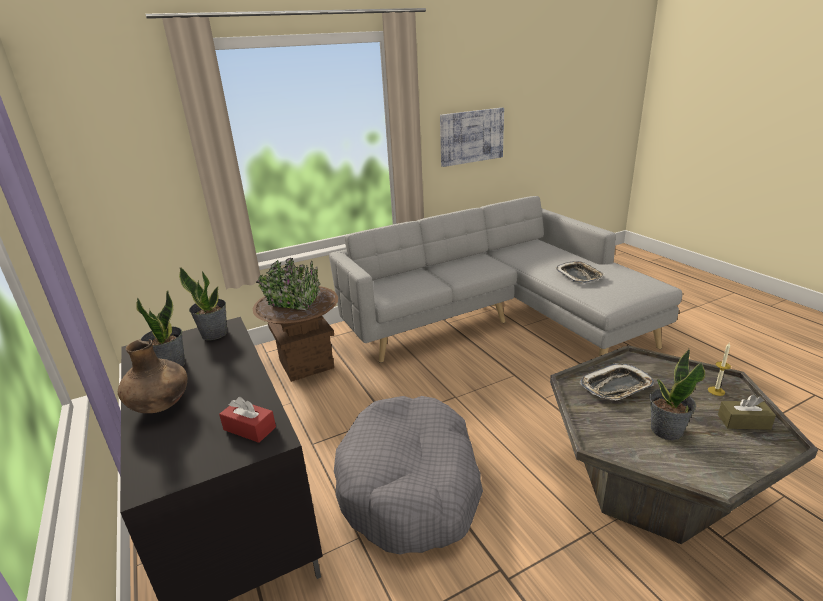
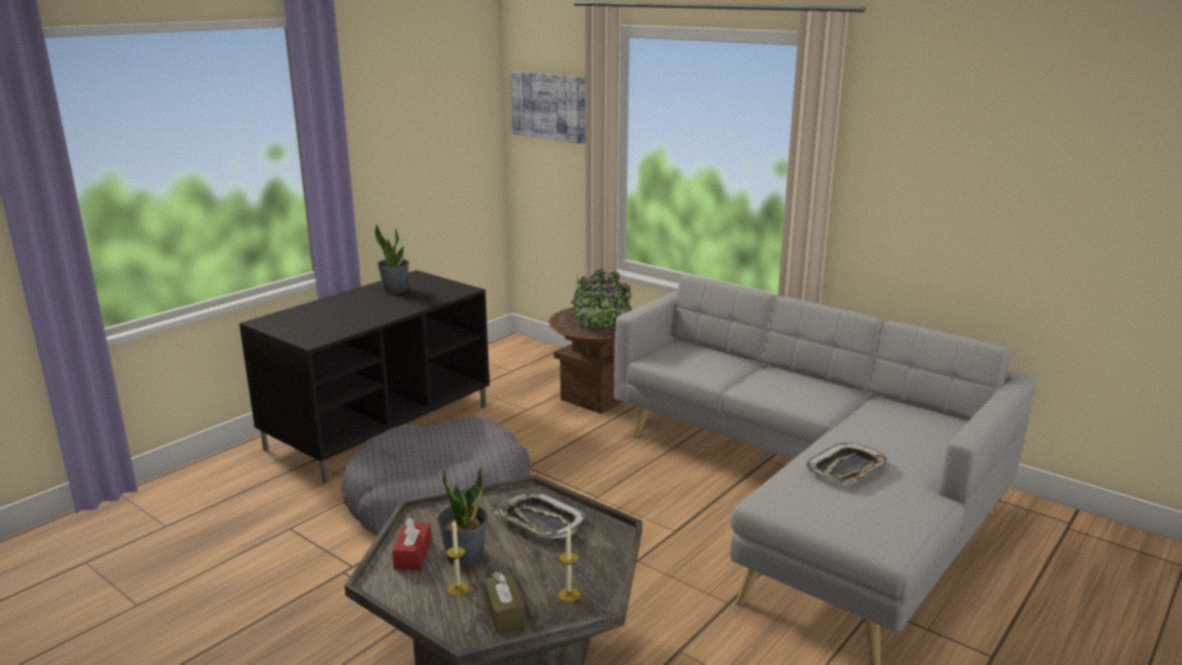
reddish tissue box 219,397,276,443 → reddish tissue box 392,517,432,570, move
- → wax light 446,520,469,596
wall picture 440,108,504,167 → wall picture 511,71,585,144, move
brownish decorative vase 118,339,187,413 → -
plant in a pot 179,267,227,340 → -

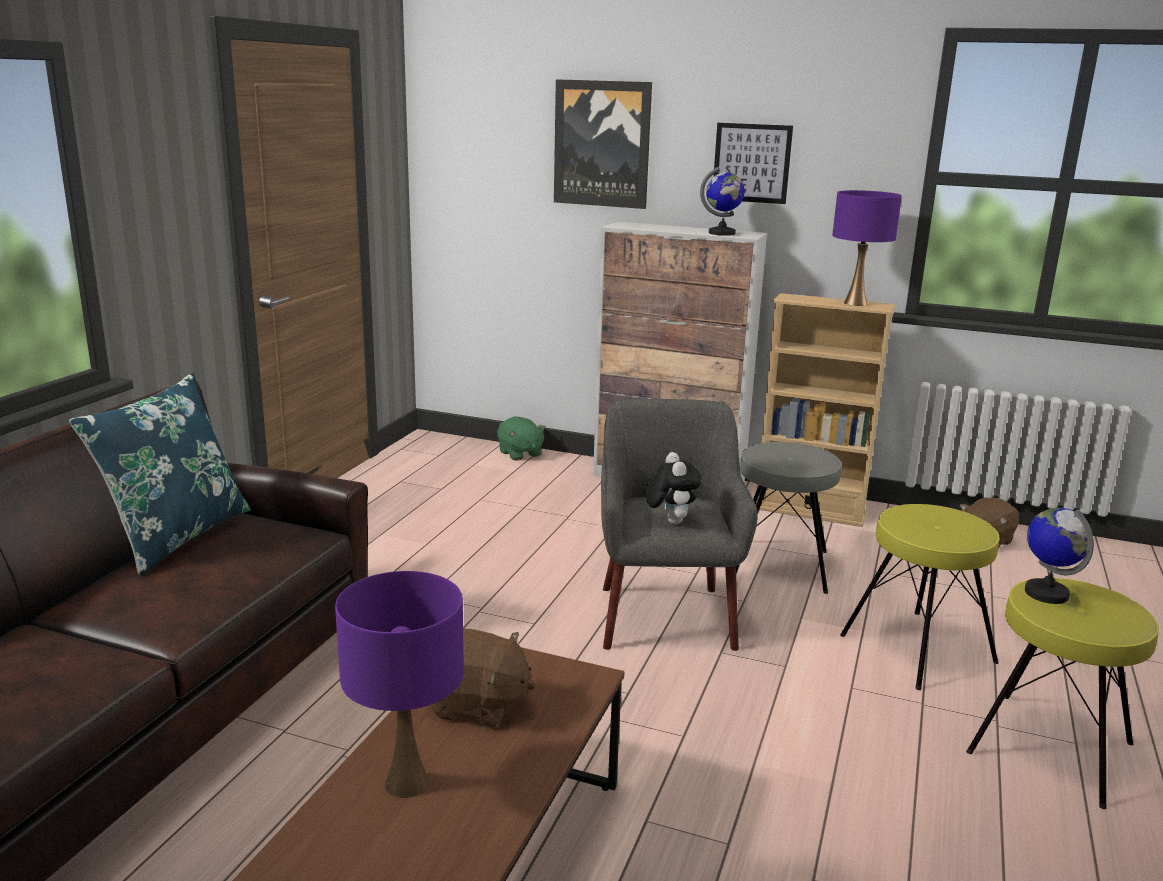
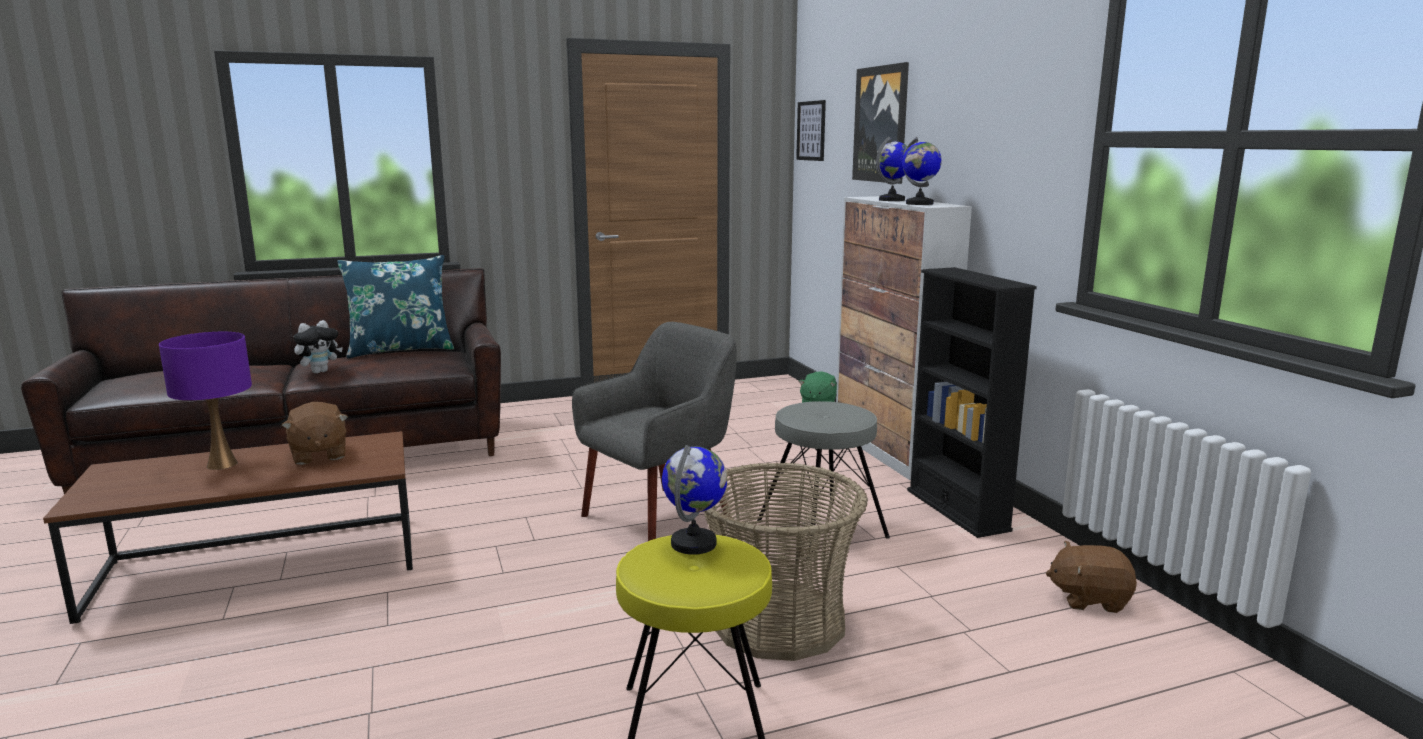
soft toy 646,452,702,524 → soft toy 293,320,343,374, move
yellowish sitting stool 840,504,999,690 → storage basket 703,462,868,661
wall picture 714,123,793,204 → wall picture 796,100,826,161, move
- → desk globe 876,137,907,201
beige bookcase 756,293,895,527 → black-coloured bookcase 907,267,1037,538
purple tabletop lamp 832,190,902,306 → -

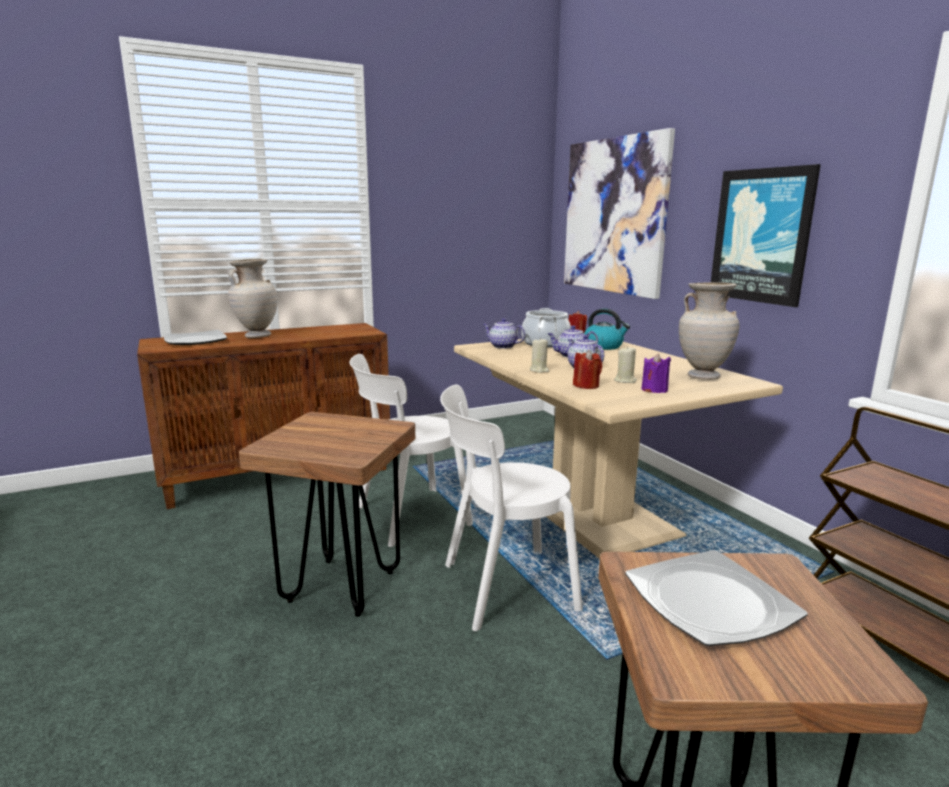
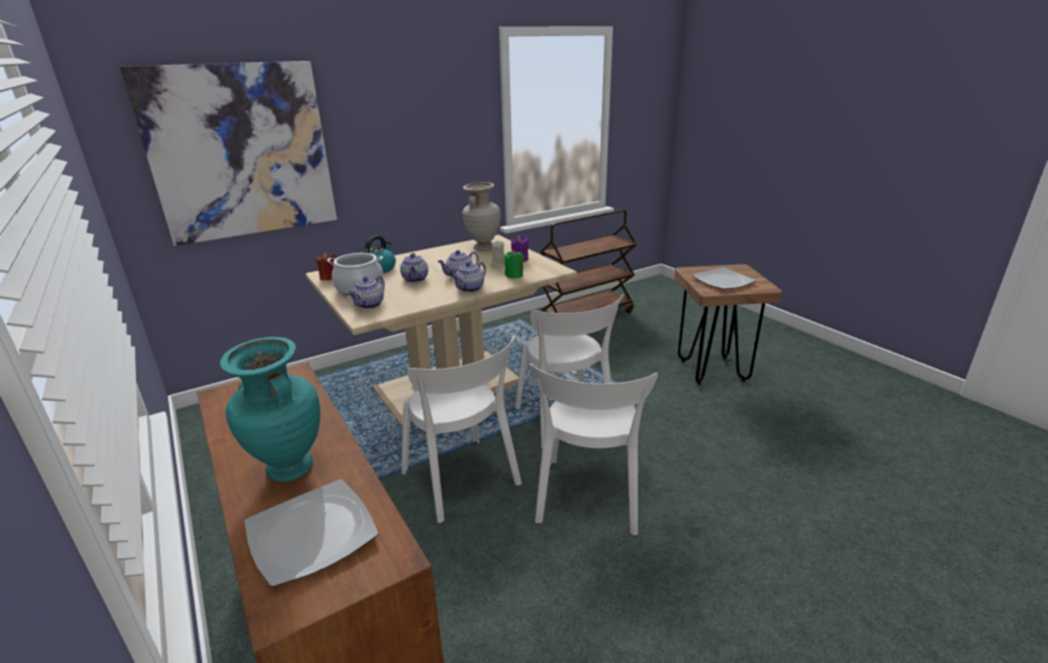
beige decorative vase 228,259,277,338 → turquoise-coloured decorative vase 220,337,320,482
beige wax light 530,337,549,373 → pot for tea 452,262,486,292
reddish wax light 573,350,602,389 → greenish wax light 504,250,524,279
brownish sitting stool 239,412,415,617 → whitish chair 529,363,658,535
wall picture 711,164,821,307 → -

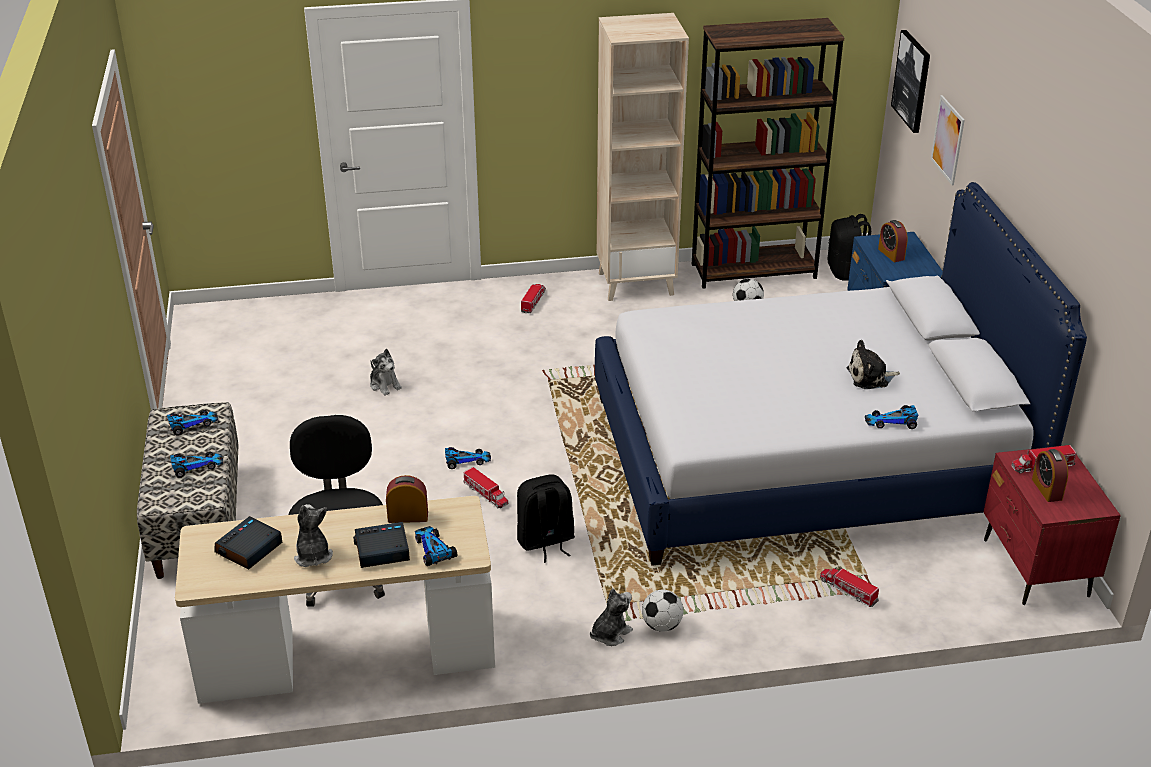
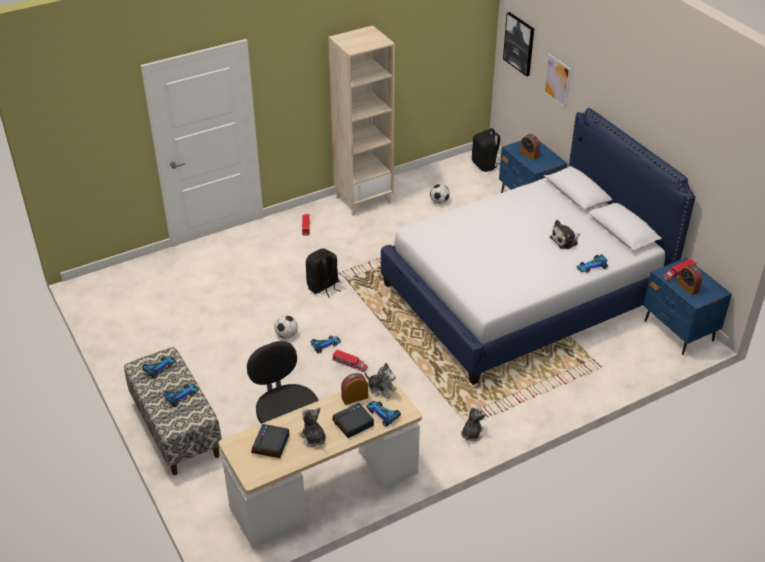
football ball 642,590,683,632 → football ball 274,315,298,338, move
black-coloured backpack 517,475,575,563 → black-coloured backpack 306,248,341,298, move
soft toy 370,349,402,396 → soft toy 365,363,397,399, move
reddish bedside table 983,445,1121,605 → blue bedside table 644,258,732,355
brownish bookcase 692,18,845,289 → -
toy lorry 820,567,879,607 → -

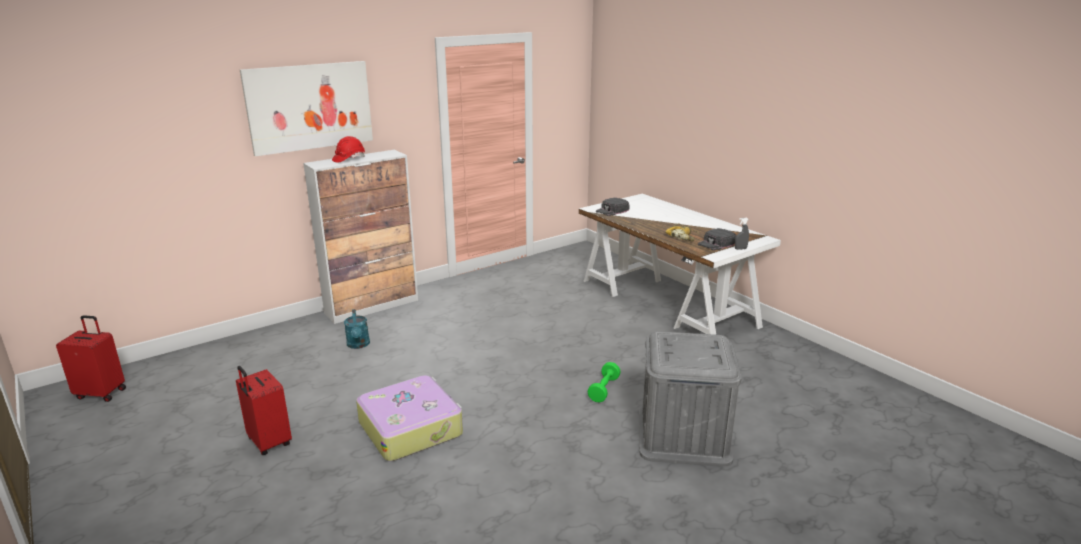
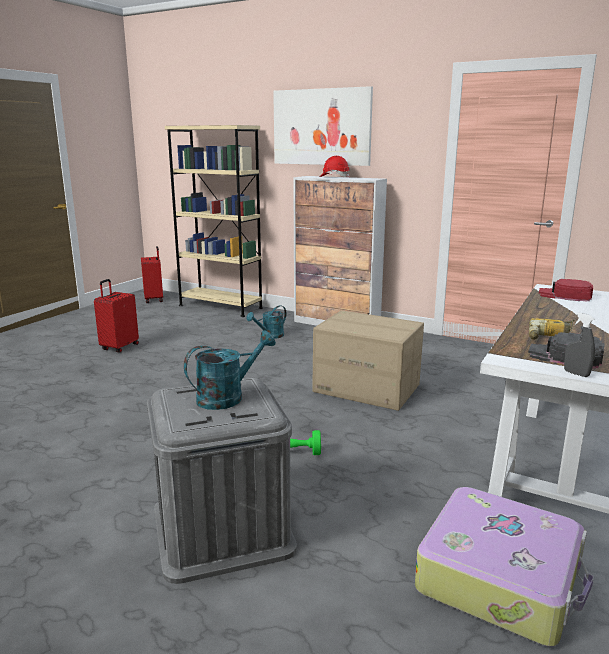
- → beige bookcase 165,125,263,317
- → turquoise-coloured watering pot 184,330,276,410
- → carton 312,310,424,411
travel case 356,375,463,461 → travel case 415,487,594,646, move
black-coloured peaked cap 596,197,630,216 → reddish peaked cap 539,279,593,302

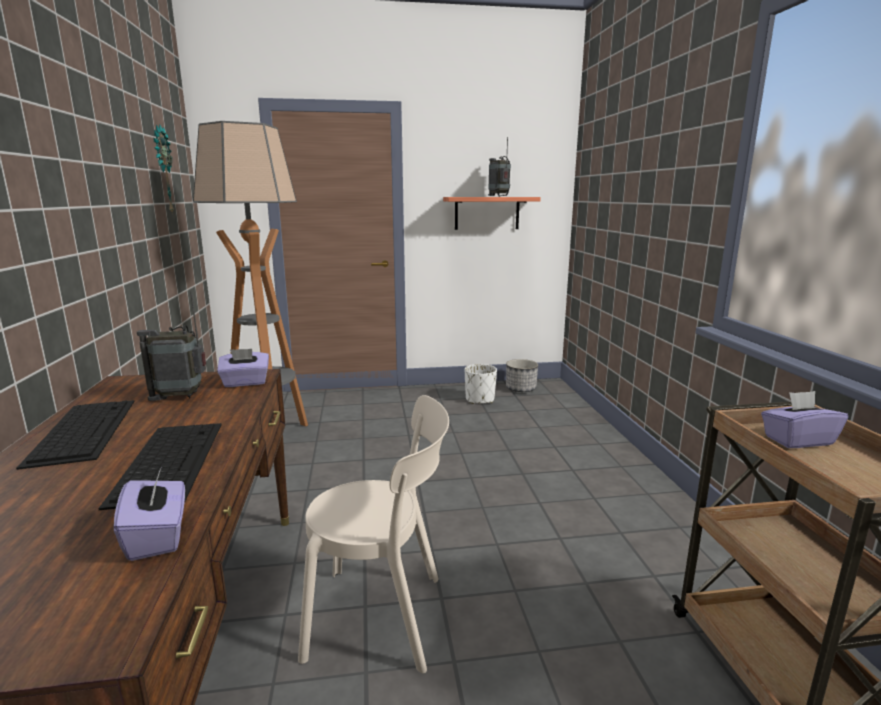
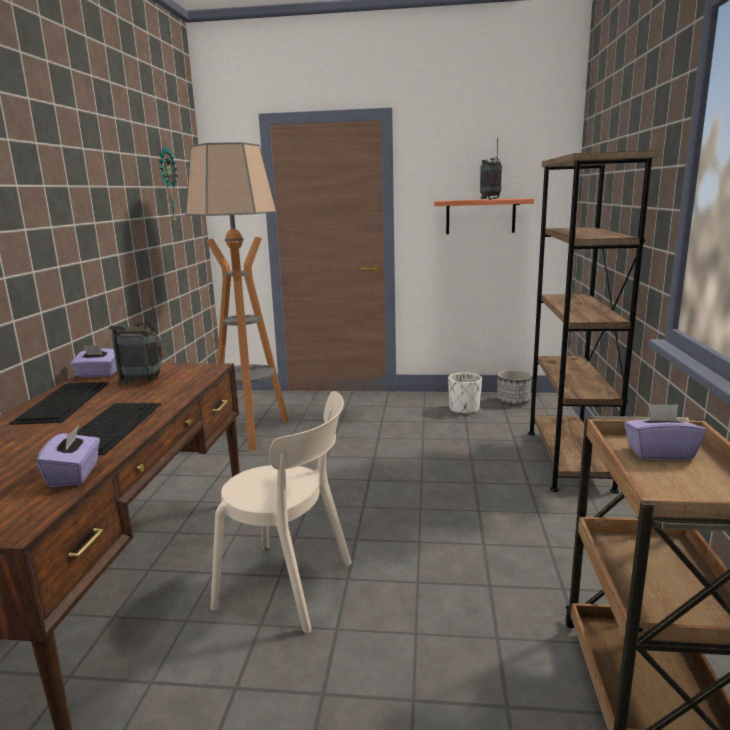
purple tissue box 217,349,269,387 → purple tissue box 71,345,117,377, move
- → brownish bookcase 528,150,658,494

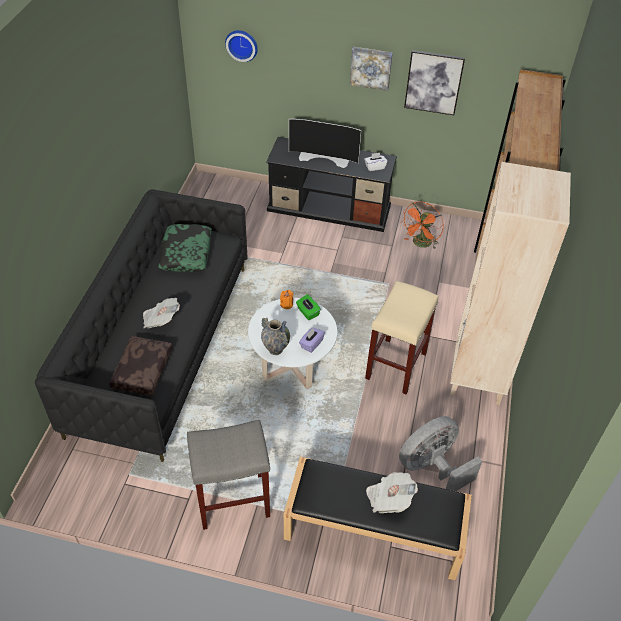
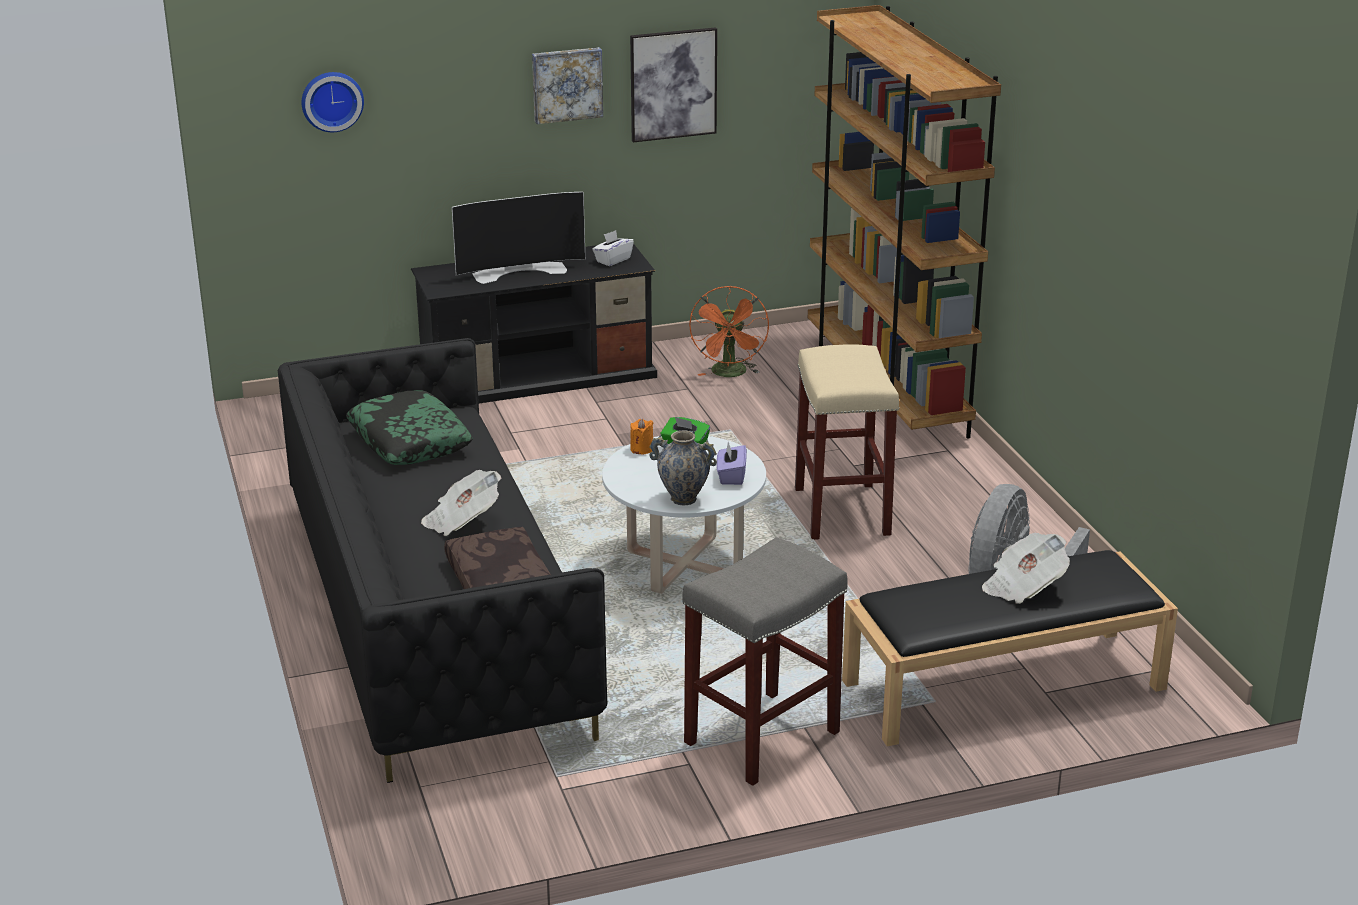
beige bookcase 450,162,571,405 → -

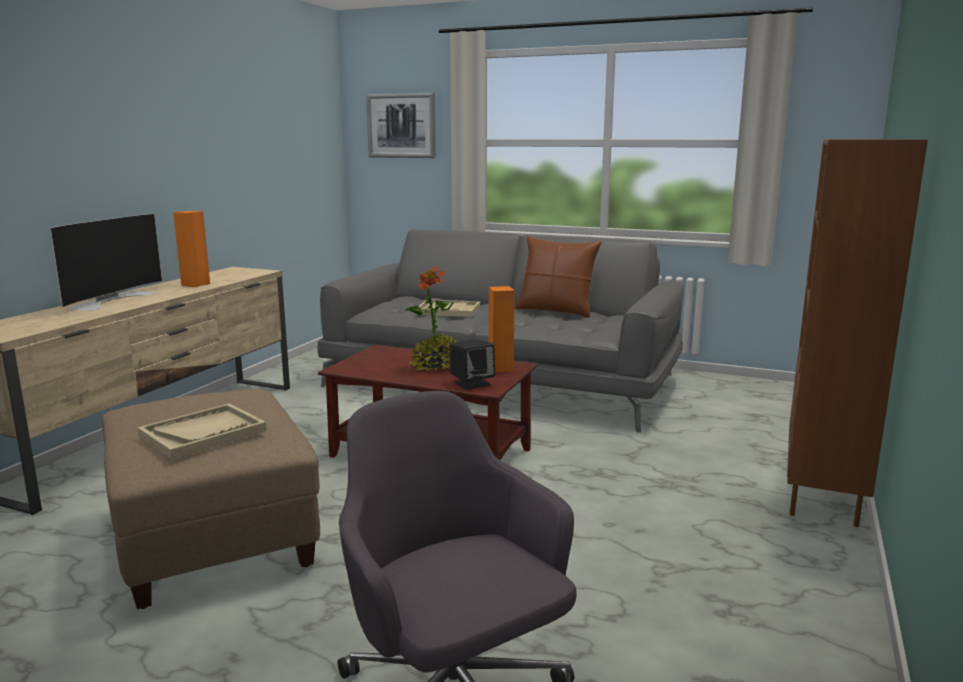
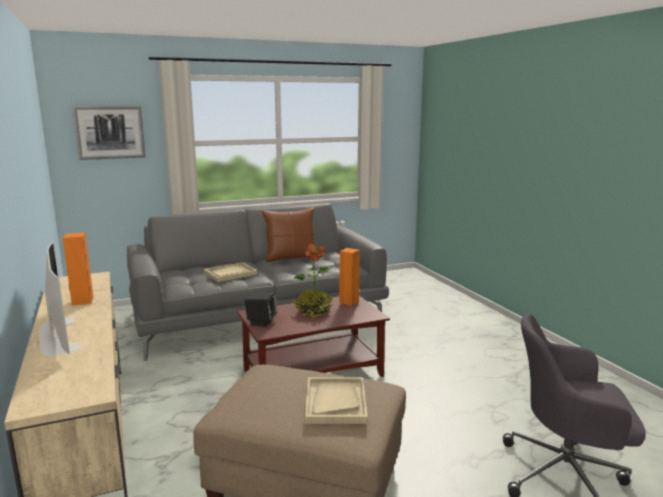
black-coloured audio speaker 449,339,495,389 → black-coloured audio speaker 245,292,277,327, move
brownish bookcase 787,139,928,527 → -

